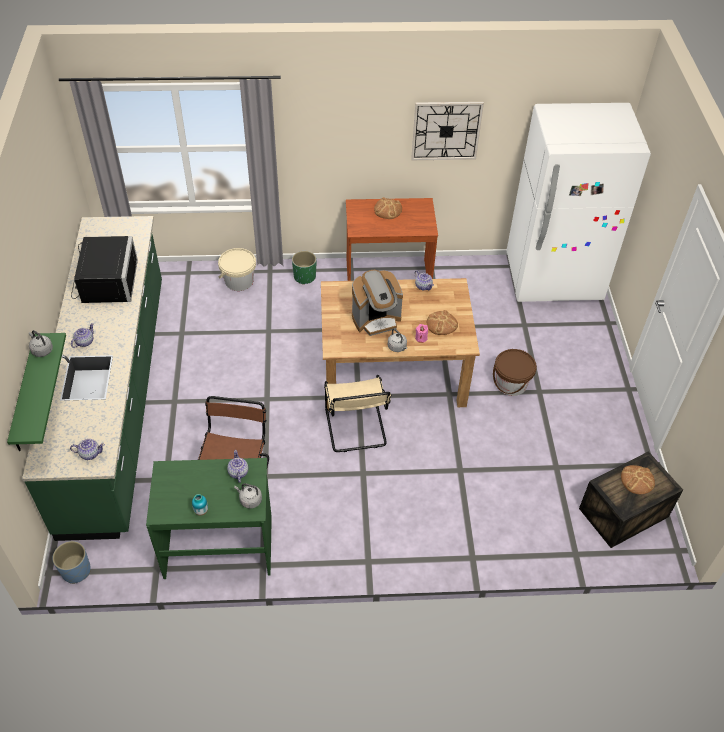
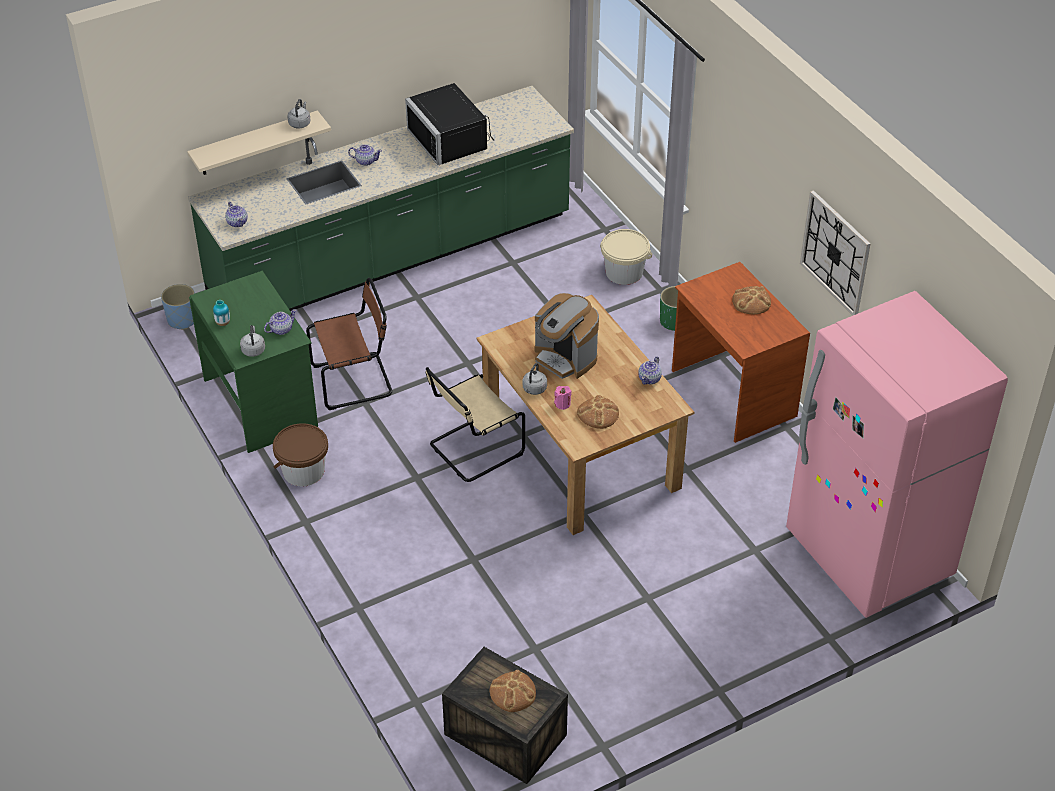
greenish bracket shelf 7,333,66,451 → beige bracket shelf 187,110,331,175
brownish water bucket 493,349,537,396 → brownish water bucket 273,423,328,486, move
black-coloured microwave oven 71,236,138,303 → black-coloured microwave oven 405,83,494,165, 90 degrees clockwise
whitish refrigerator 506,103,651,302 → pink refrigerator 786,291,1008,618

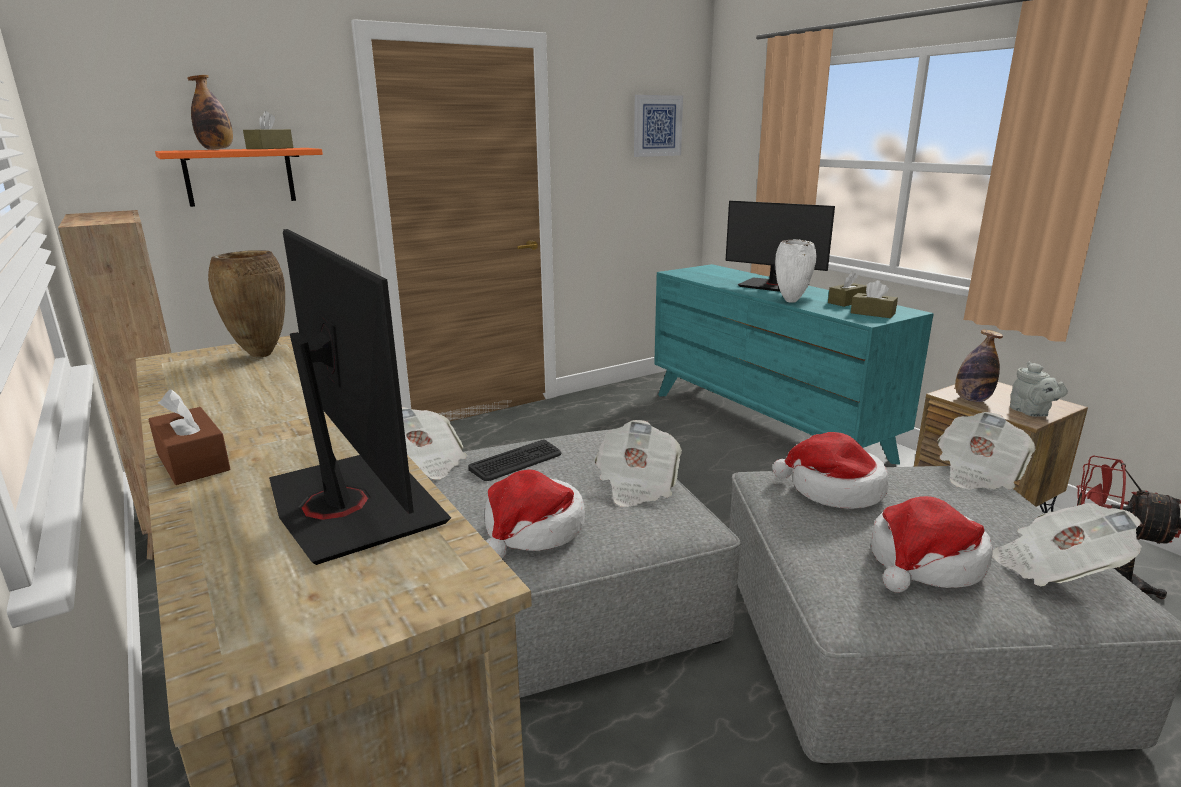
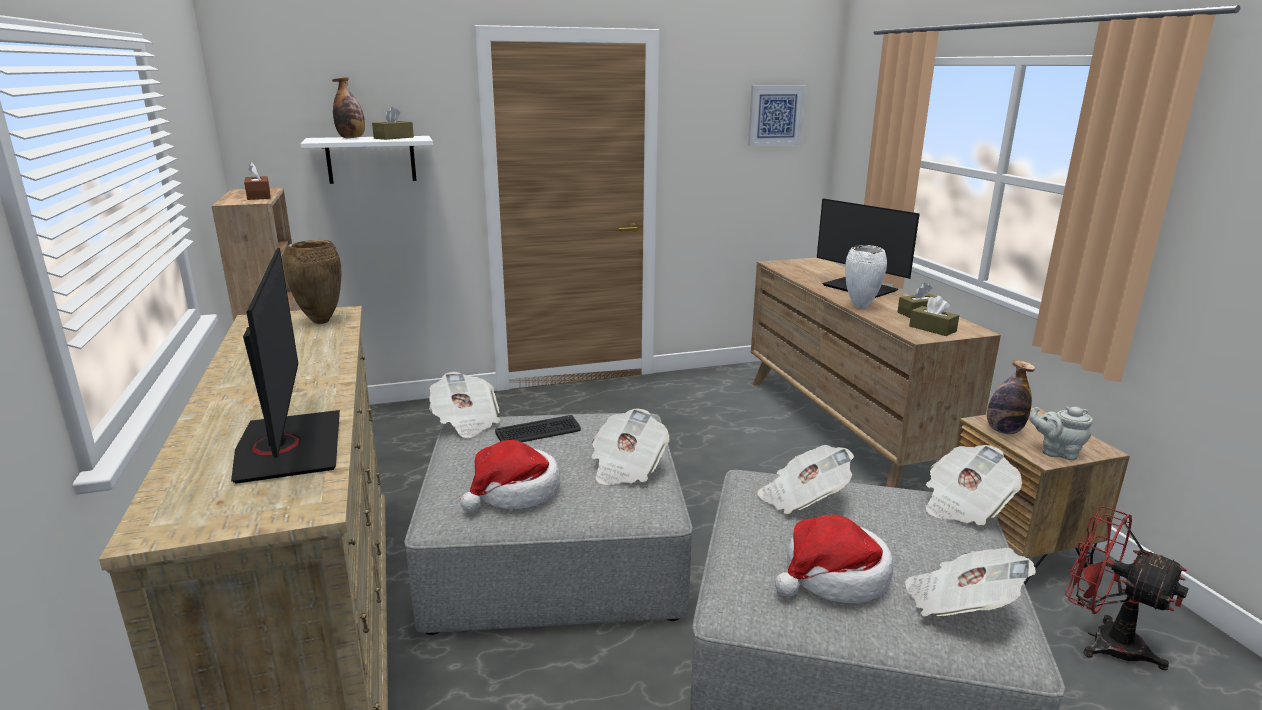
brownish tissue box 148,389,230,485 → brownish tissue box 244,162,270,200, move
orange bracket shelf 155,148,323,207 → whitish bracket shelf 300,136,433,184
turquoise-coloured chest of drawers 654,264,934,465 → brownish chest of drawers 751,258,1001,488
clothing hat 773,432,889,509 → printed paper 757,445,854,514
grey pot for tea 1010,362,1068,417 → grey pot for tea 1029,406,1093,461, 120 degrees clockwise

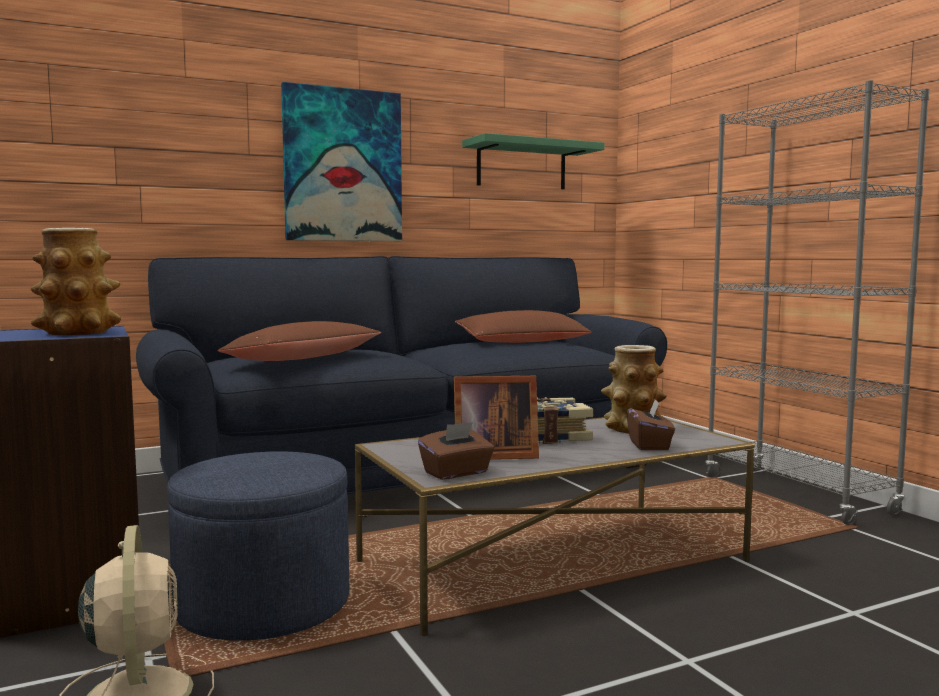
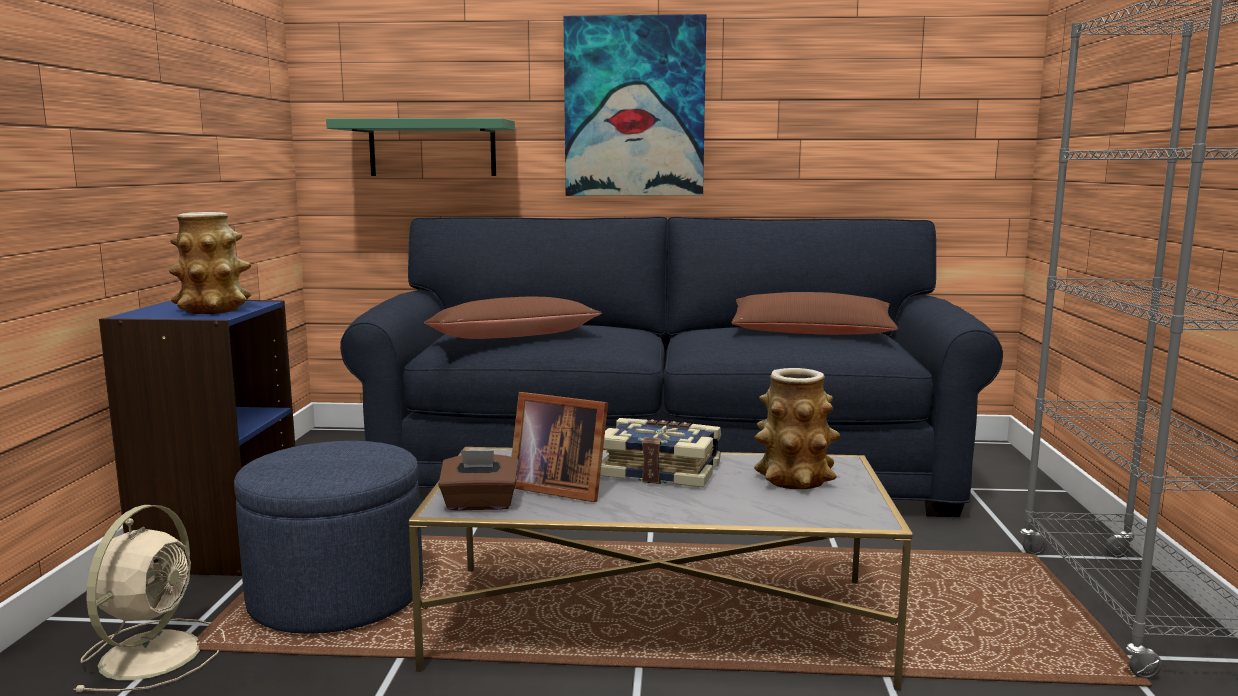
greenish bracket shelf 462,133,605,189 → greenish bracket shelf 326,118,515,176, move
brownish tissue box 627,400,675,450 → -

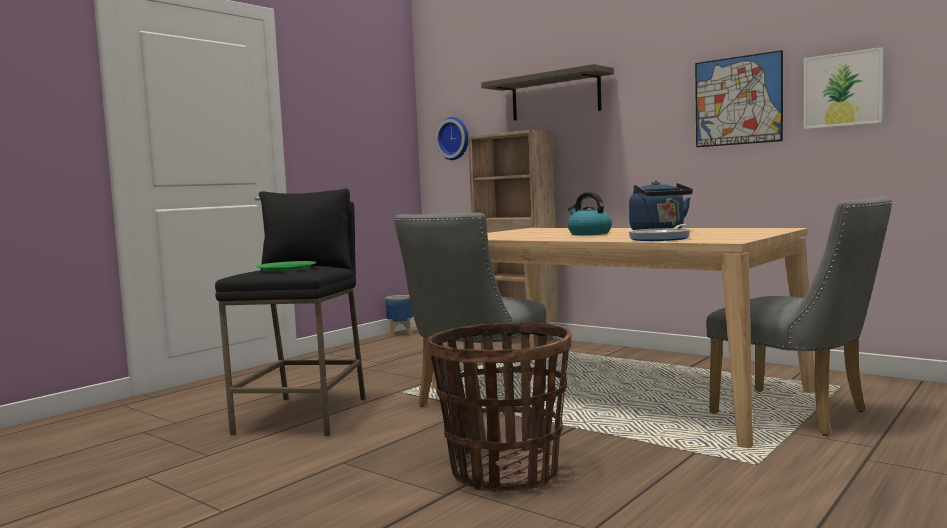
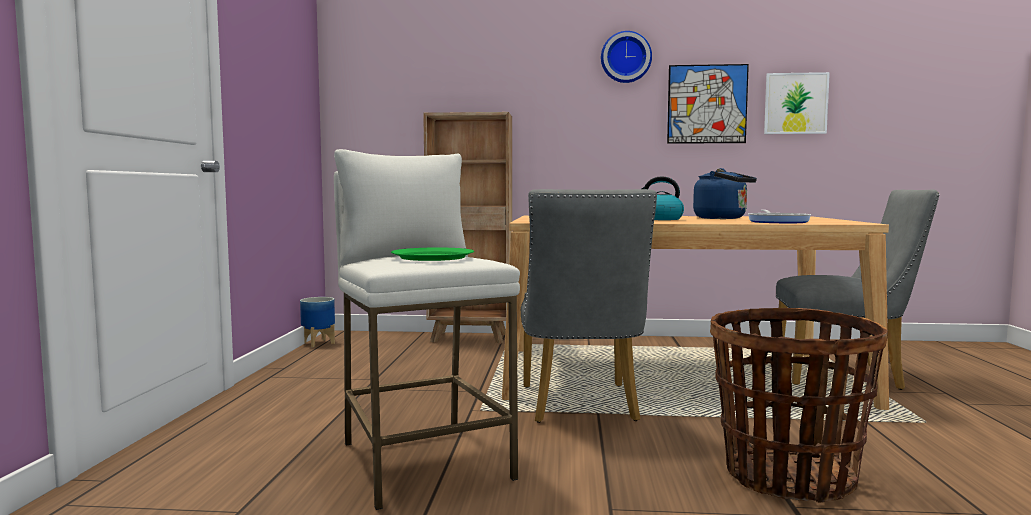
black-coloured sitting stool 215,188,366,436 → whitish sitting stool 334,149,520,510
wall clock 435,117,469,160 → wall clock 601,31,652,83, move
bracket shelf 481,64,614,121 → -

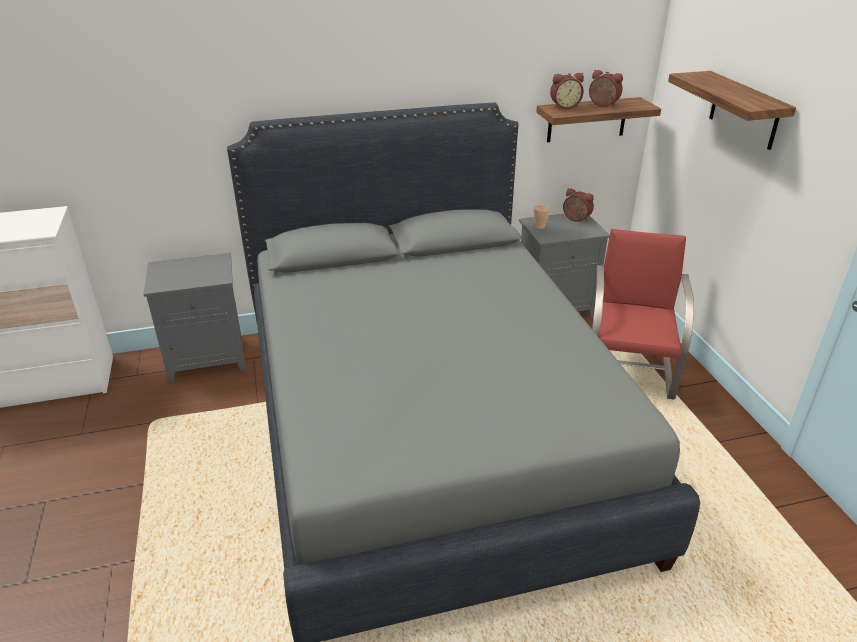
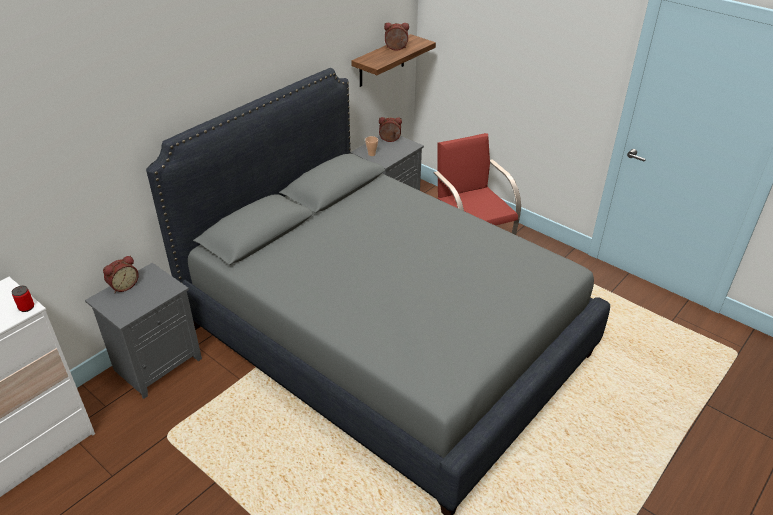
- → sealed can 12,286,34,312
bedside clock 550,73,584,109 → bedside clock 103,255,139,293, move
bracket shelf 668,71,796,150 → -

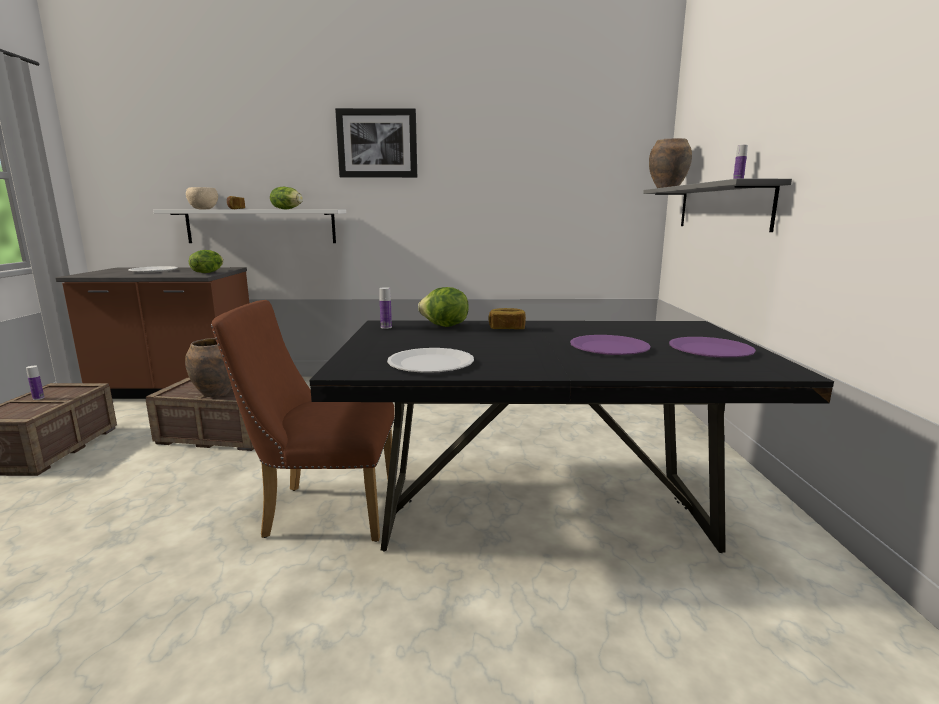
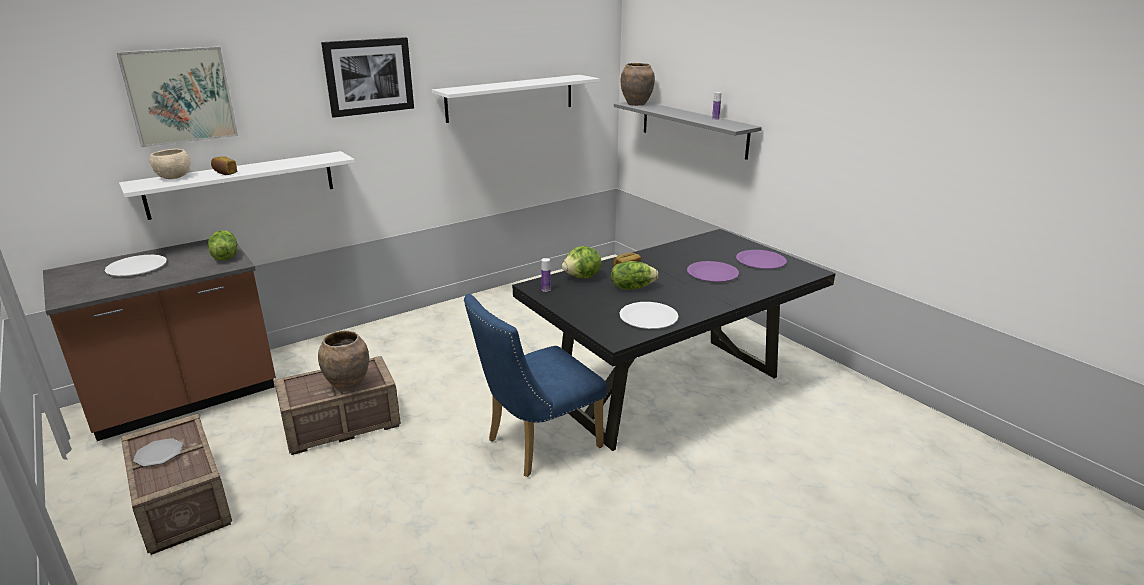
- → wall picture 116,46,238,147
drink bottle 26,366,45,400 → dinner plate 133,438,183,467
- → whitish bracket shelf 432,75,599,123
brownish chair 211,300,395,542 → blue chair 464,294,607,477
lettuce 270,187,303,209 → lettuce 611,261,658,290, move

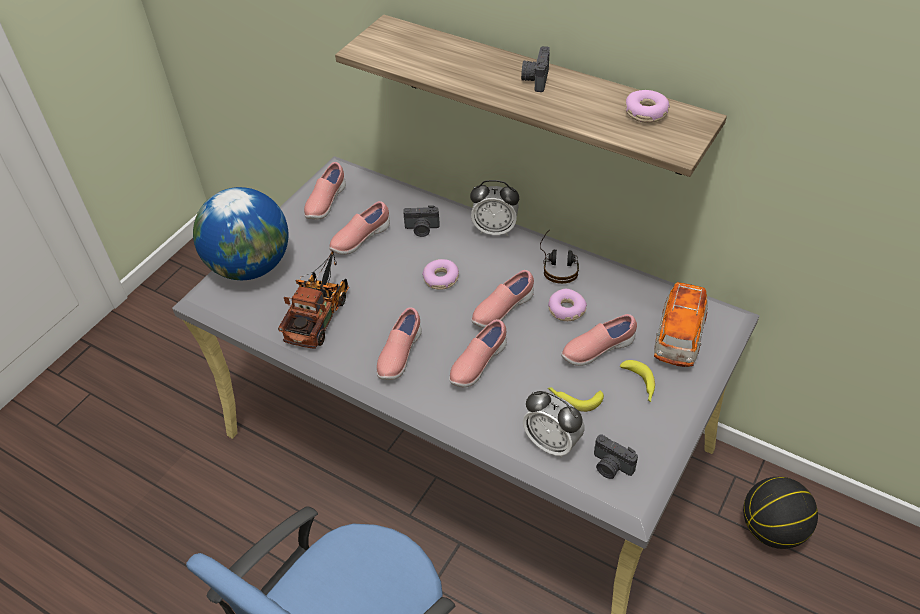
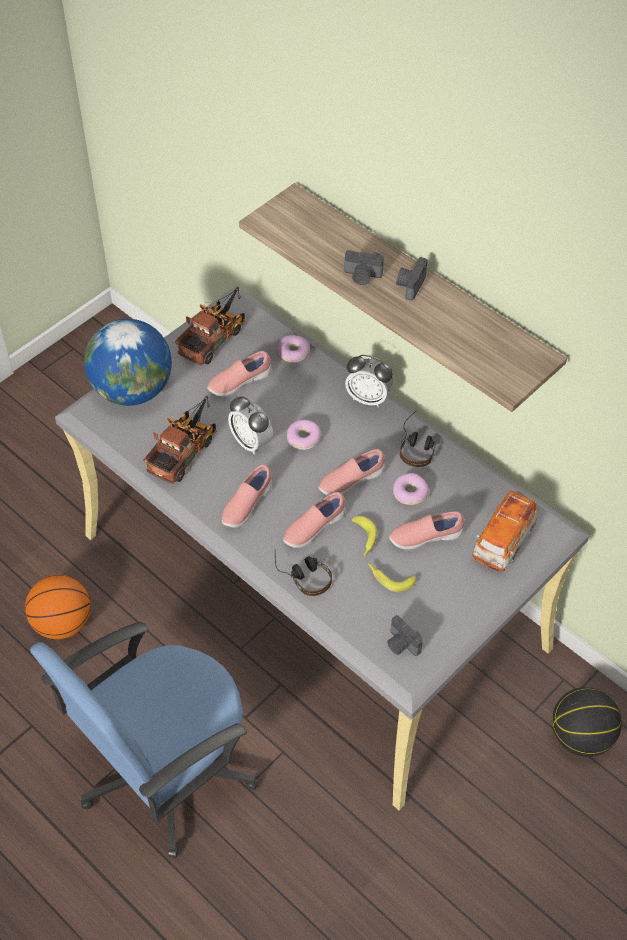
- → basketball 25,575,91,639
pink item of footwear 304,162,346,219 → toy lorry 175,287,245,366
bedside clock 523,391,585,458 → bedside clock 228,396,273,455, move
- → headset 275,550,332,596
doughnut 626,90,670,123 → doughnut 277,335,310,363, move
still camera 403,205,440,237 → still camera 344,250,384,285, move
banana 620,360,655,402 → banana 351,516,377,557, move

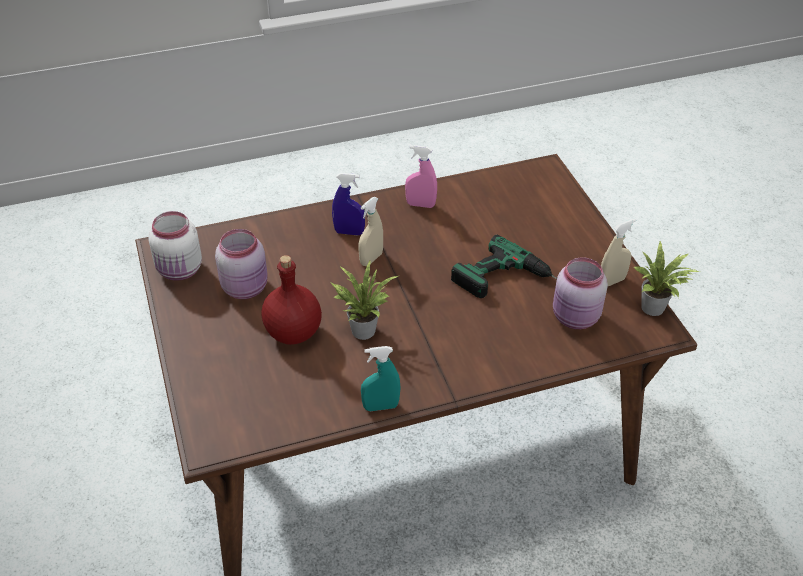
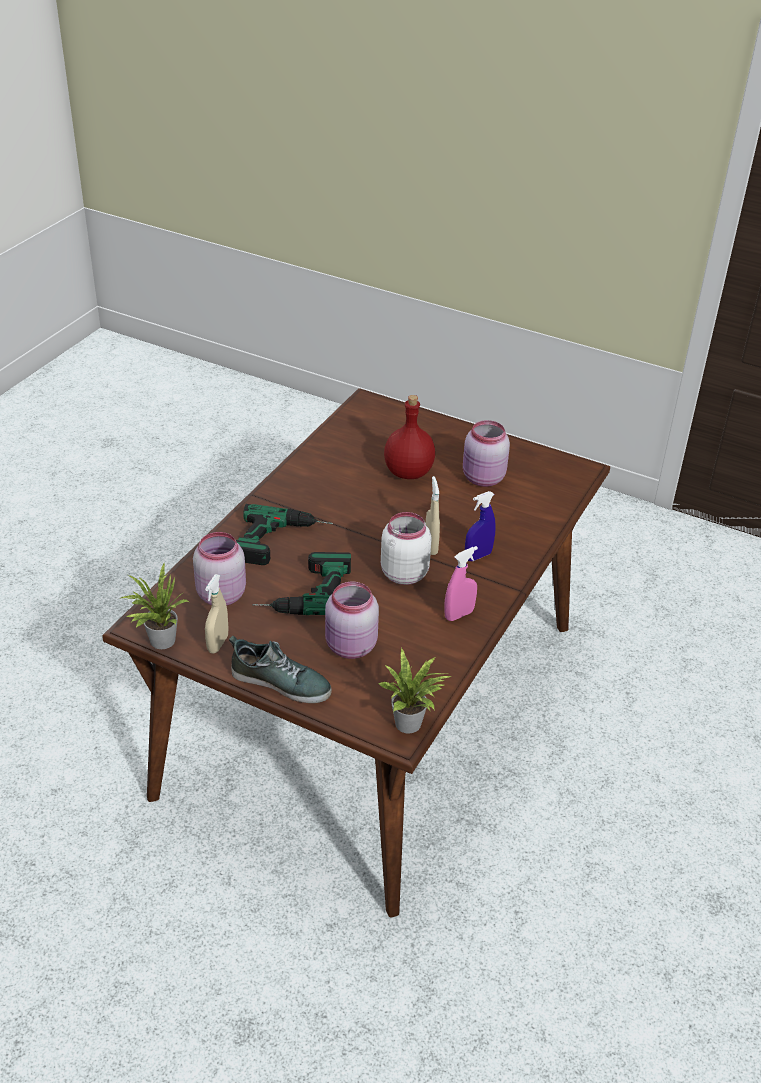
- → item of footwear 229,636,332,703
- → electric drill 236,504,333,565
- → pink preserve jar 325,582,379,659
plant in a pot 331,260,398,340 → plant in a pot 378,648,453,734, move
whitish preserve jar 148,211,202,281 → whitish preserve jar 381,512,432,585, move
turquoise-coloured spray bottle 361,346,401,411 → -

